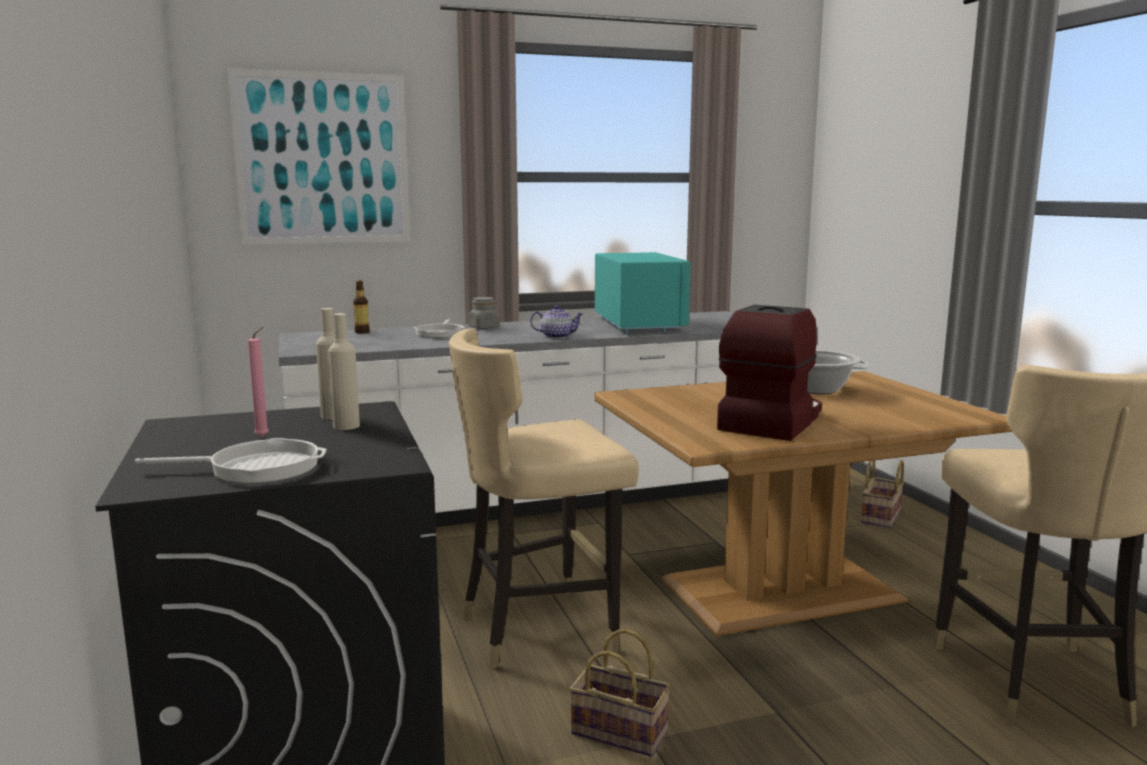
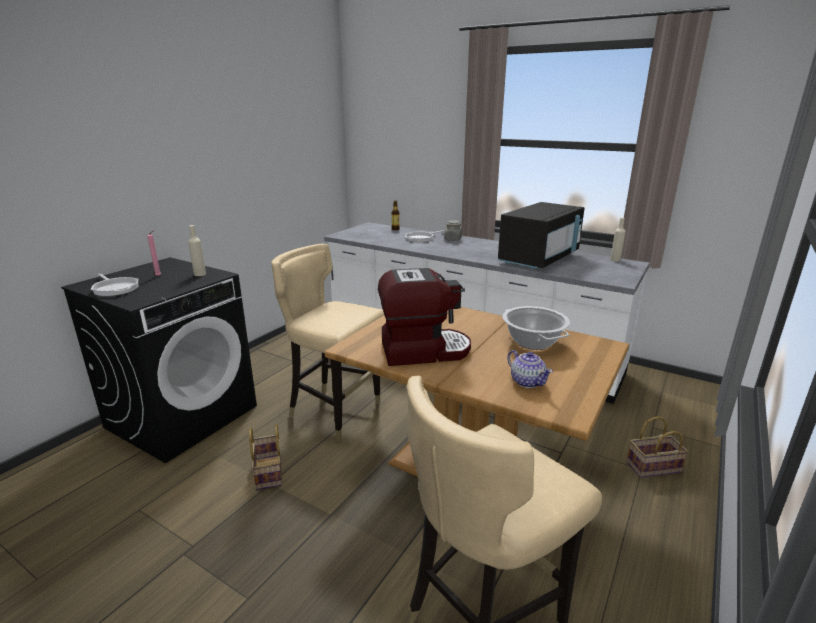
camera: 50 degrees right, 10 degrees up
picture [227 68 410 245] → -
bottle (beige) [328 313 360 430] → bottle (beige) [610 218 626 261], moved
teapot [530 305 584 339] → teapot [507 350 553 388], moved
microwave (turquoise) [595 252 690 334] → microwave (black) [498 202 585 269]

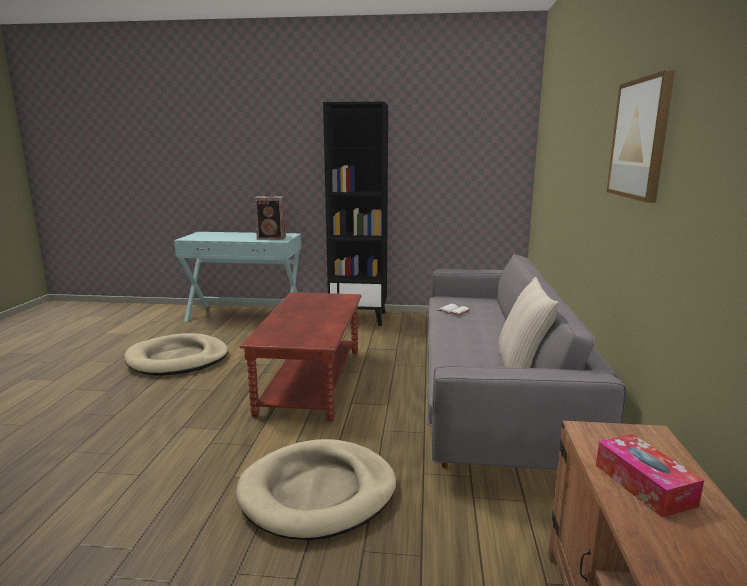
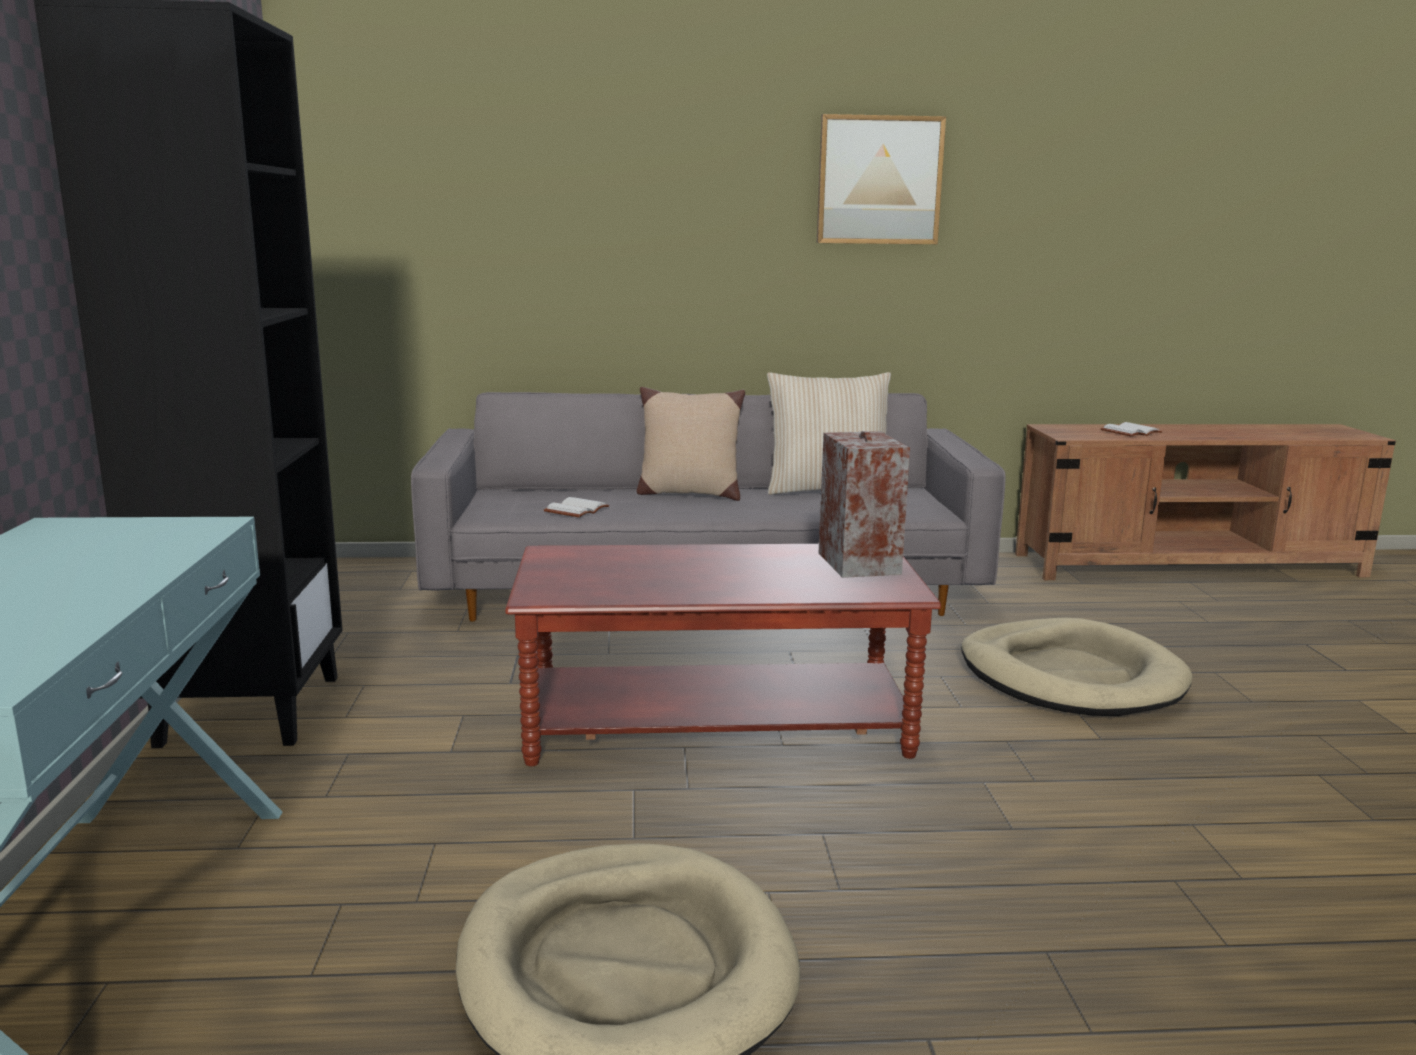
camera: 100 degrees left, 0 degrees up
- → pillow (beige) [637 387 745 501]
speaker [254 194 286 240] → speaker [819 431 910 578], moved
tissue box [596 434 704 518] → book (white) [1101 422 1162 437]

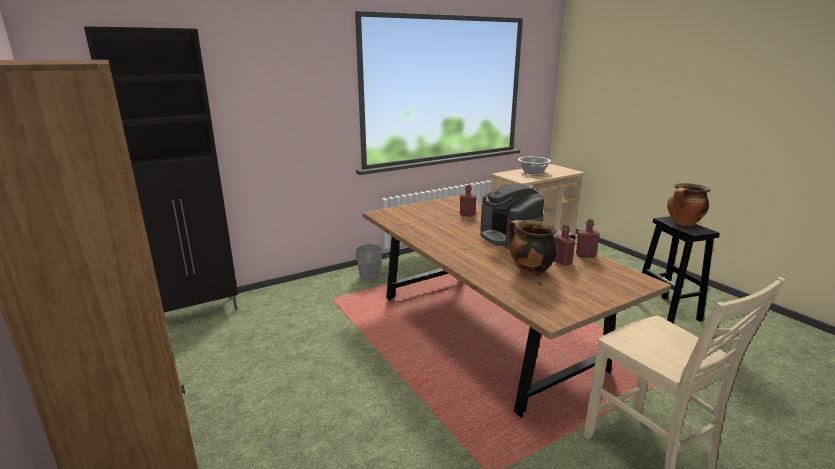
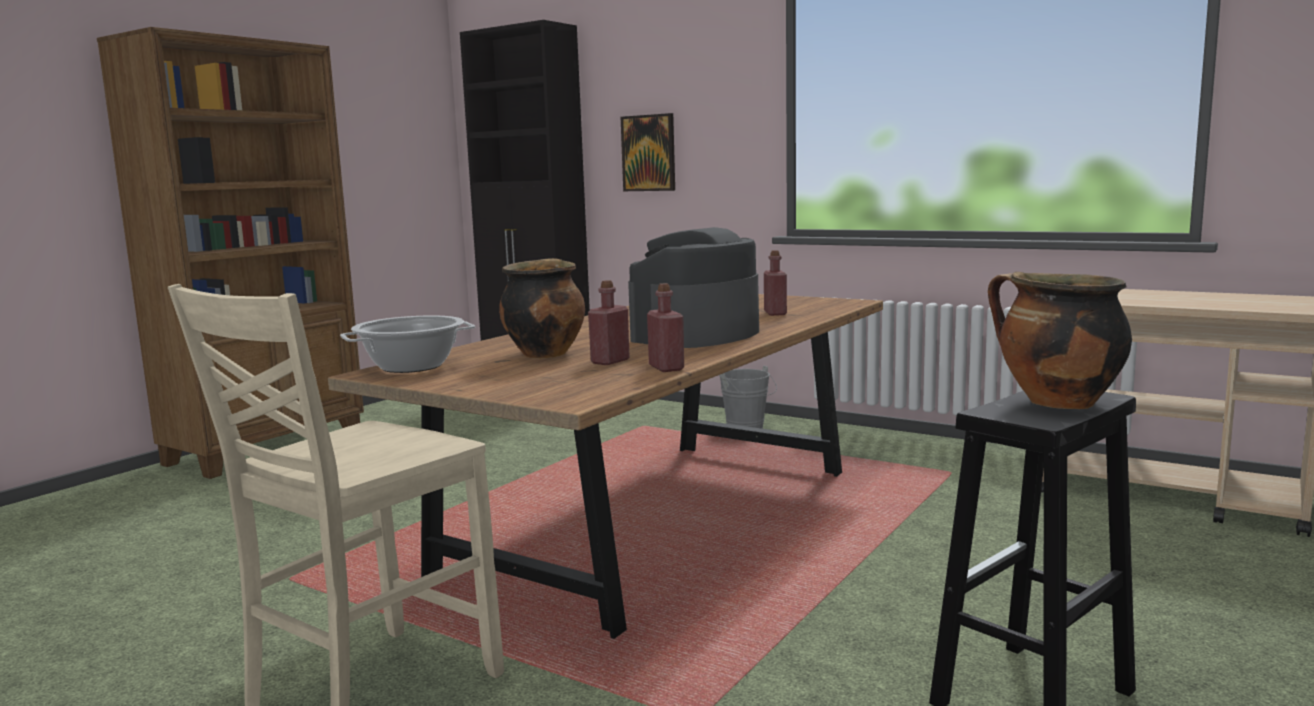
camera: 65 degrees right, 10 degrees down
- → picture [621 113 675 191]
cooking pot [518 157 551 175] → cooking pot [340 316 475 373], moved

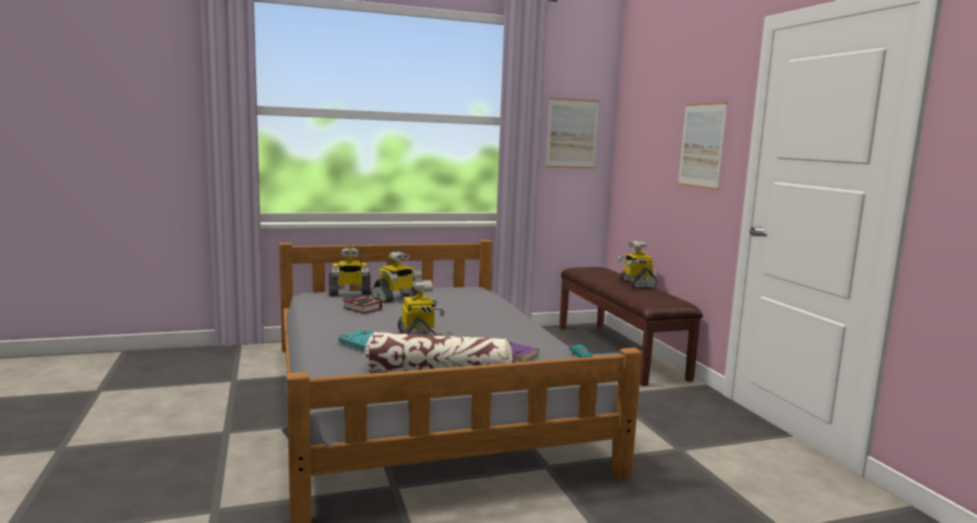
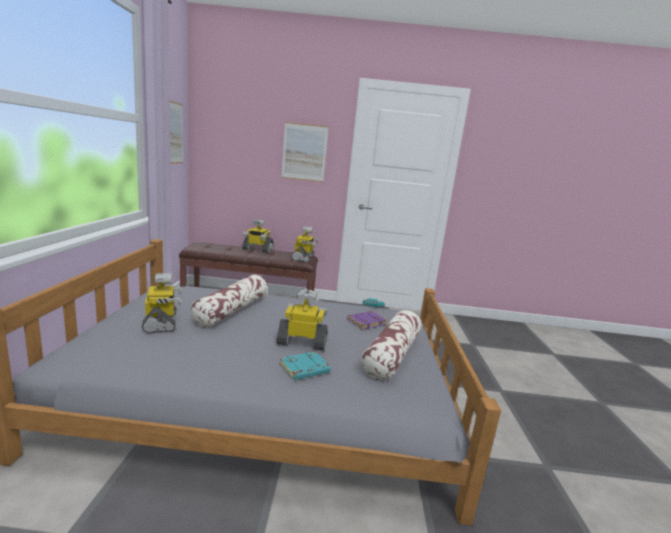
camera: 70 degrees left, 5 degrees up
book [343 296 382 314] → -
- → pillow [190 275 267 328]
toy robot [329 248 371 296] → toy robot [291 227 319 262], moved

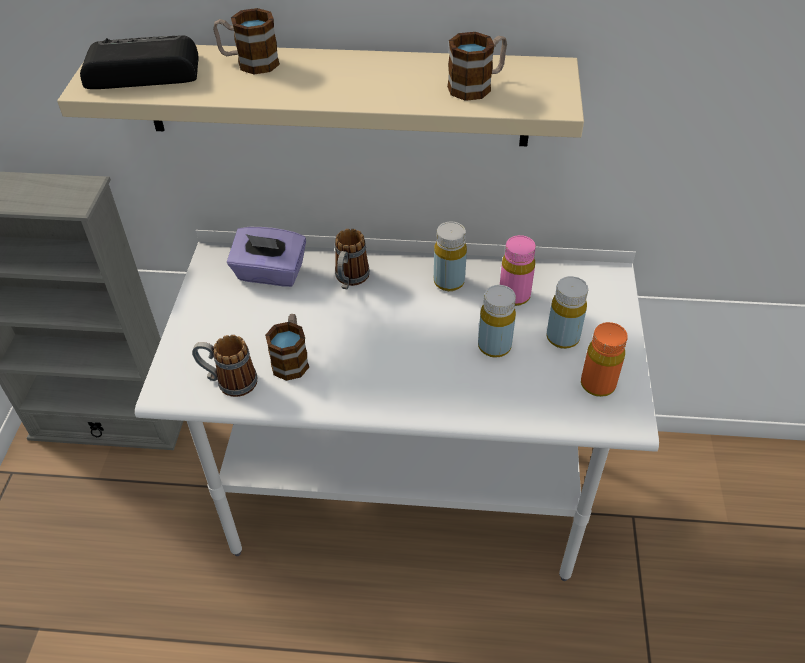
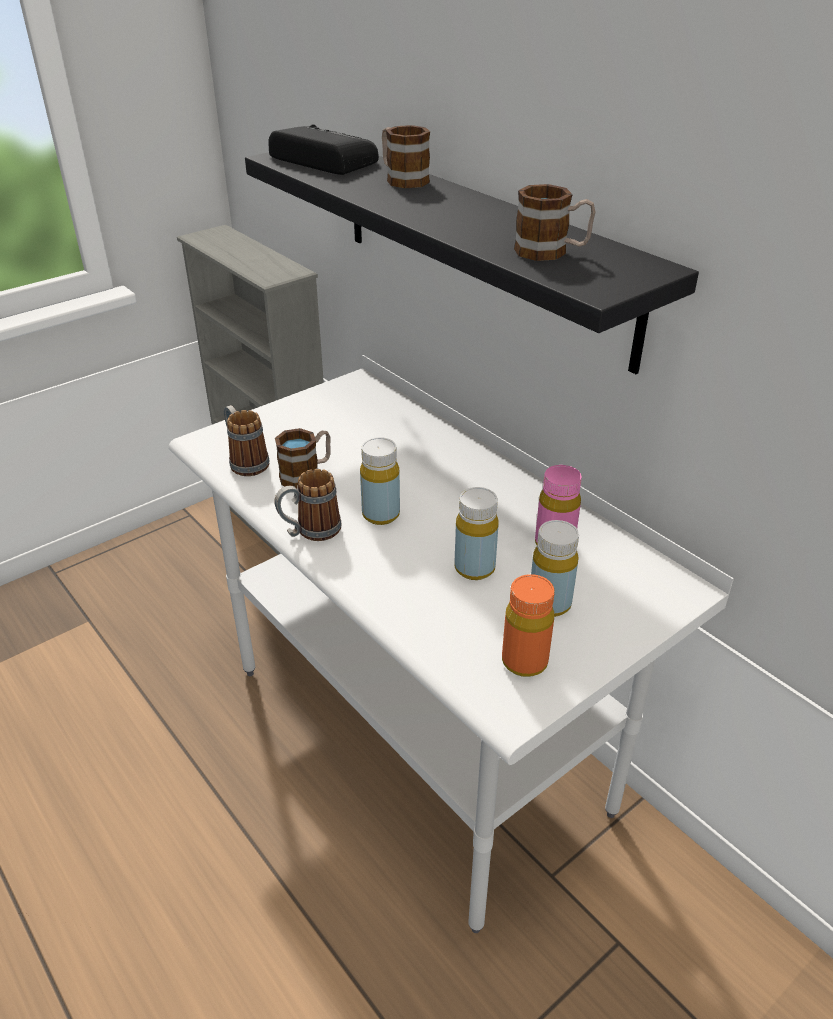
camera: 45 degrees right, 10 degrees down
tissue box (purple) [227 227 306 287] → -
mug [335 229 370 289] → mug [274 469 342 541], moved
bottle (yellow) [434 222 467 291] → bottle (yellow) [360 437 400 525], moved
shelf (beige) [57 45 584 146] → shelf (black) [245 152 699 374]

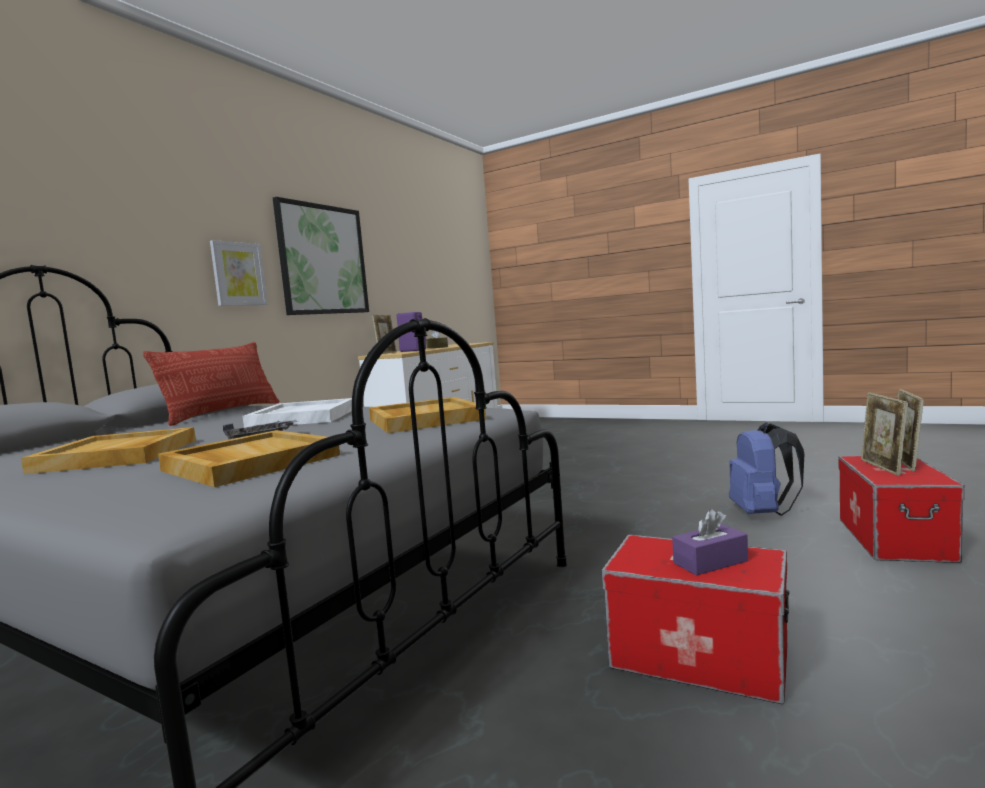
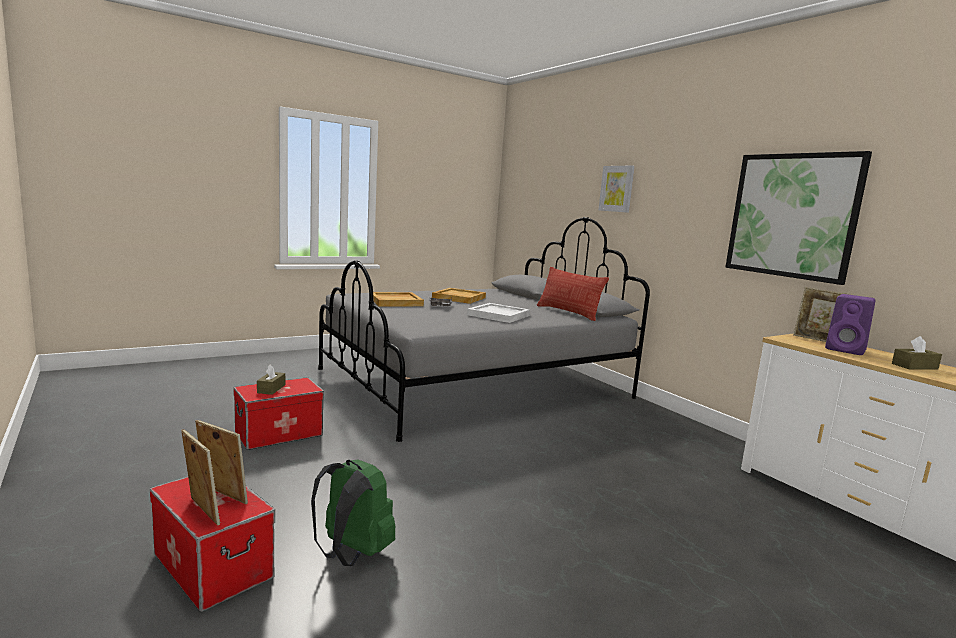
camera: 115 degrees right, 5 degrees up
tray (beige) [369 397 486 433] → -
picture [210 240 267 306] → picture [599 166 635 213], moved
tissue box (purple) [672 509 748 576] → tissue box (brown) [257 364 285 395]
backpack (blue) [729 422 804 516] → backpack (green) [311 460 395 566]

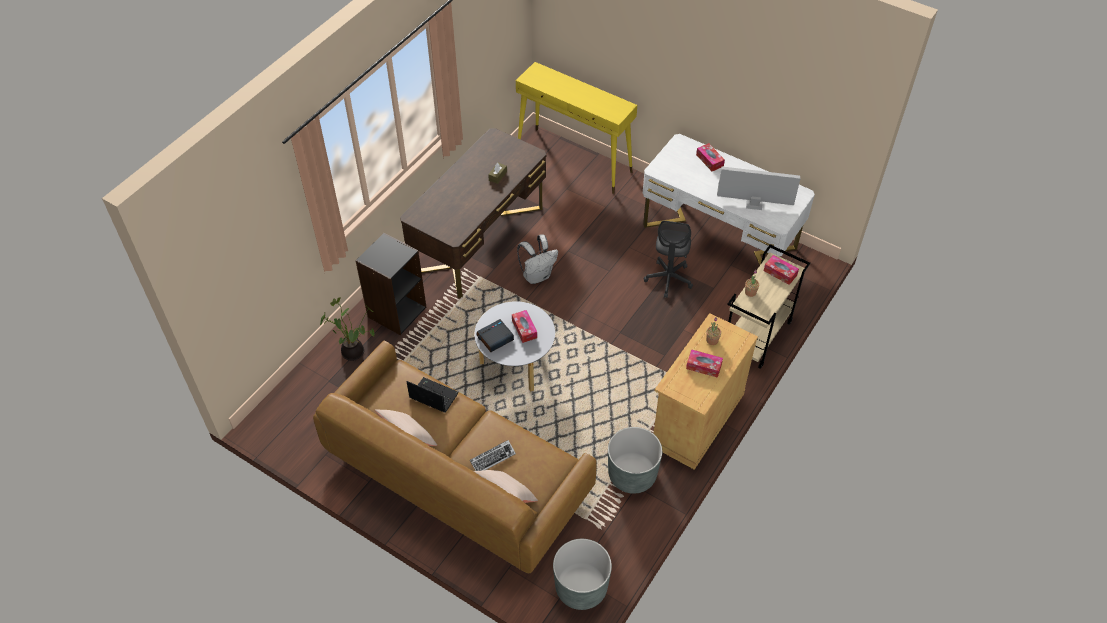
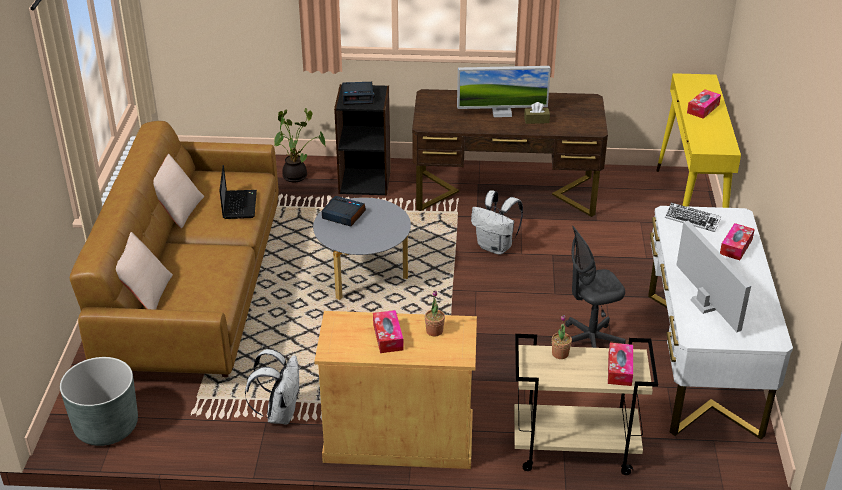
camera: 60 degrees right, 15 degrees down
- → alarm clock [342 82 375 105]
- → monitor [457 66 551 117]
keyboard [470 440 516 471] → keyboard [665 203 721 232], moved
tissue box [512 310 537 343] → tissue box [687 89 721 119], moved
planter (grey) [608 427 662 494] → backpack (white) [245 349 300 425]

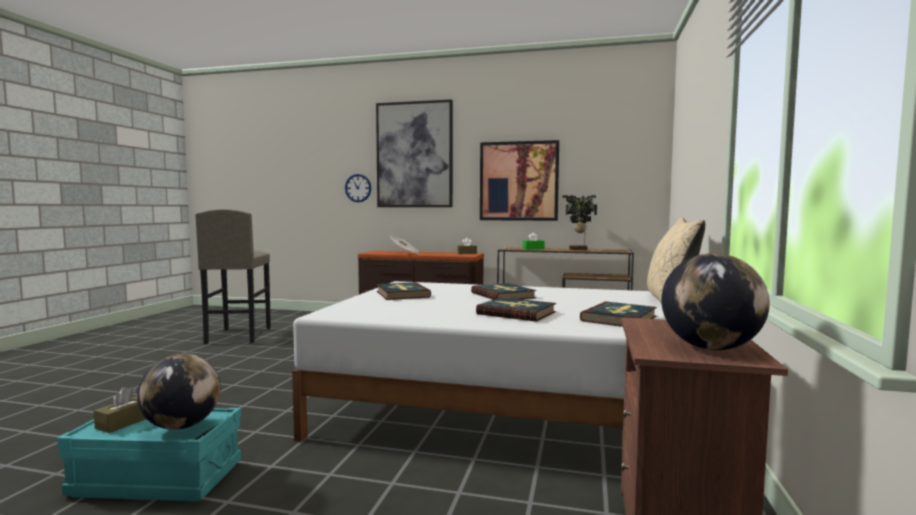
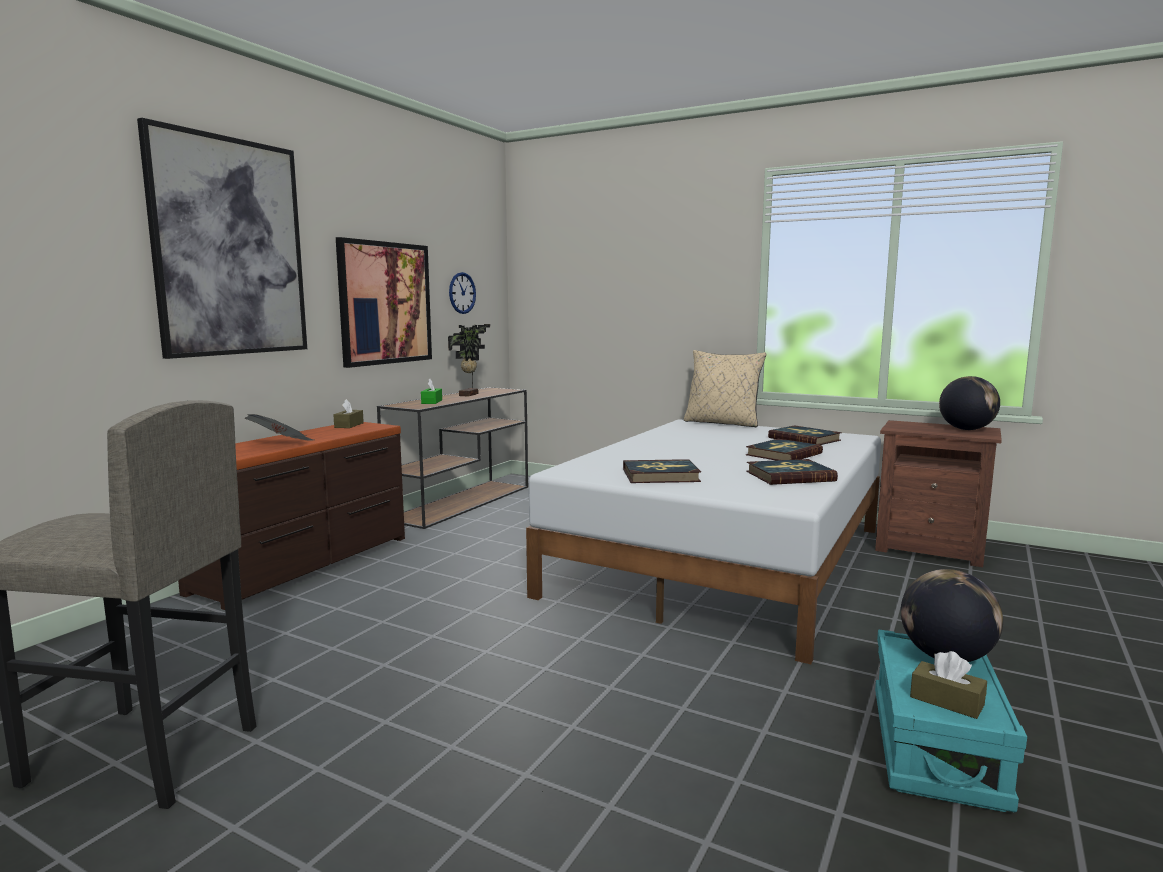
camera: 75 degrees left, 5 degrees up
wall clock [345 174 371 202] → wall clock [449 272 476 314], moved
book [471 283 537 300] → book [746 459 838 485], moved

